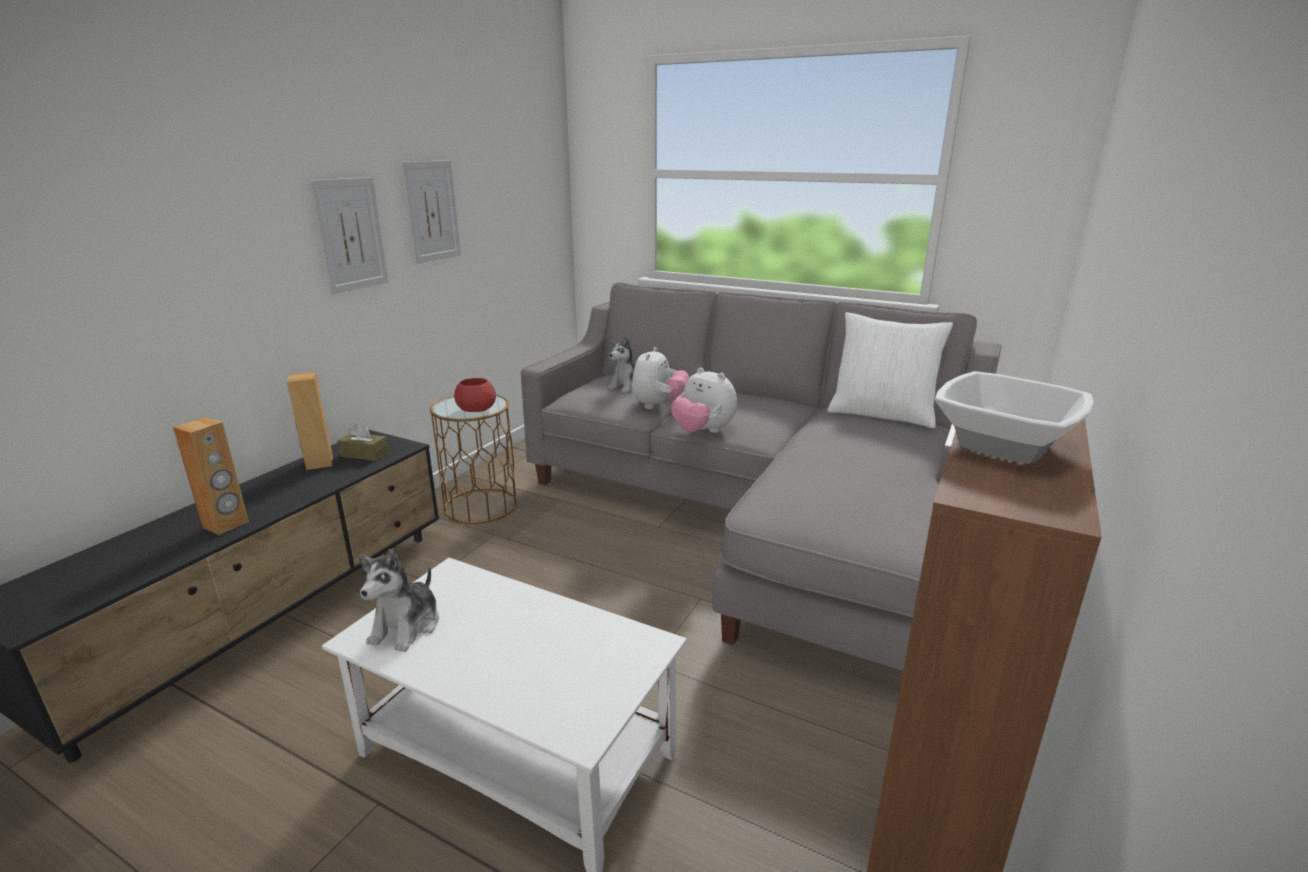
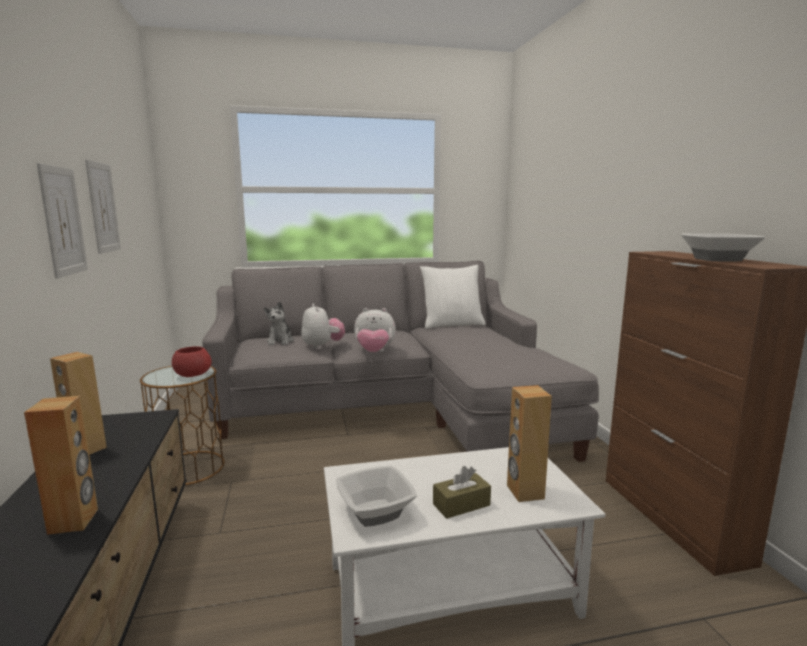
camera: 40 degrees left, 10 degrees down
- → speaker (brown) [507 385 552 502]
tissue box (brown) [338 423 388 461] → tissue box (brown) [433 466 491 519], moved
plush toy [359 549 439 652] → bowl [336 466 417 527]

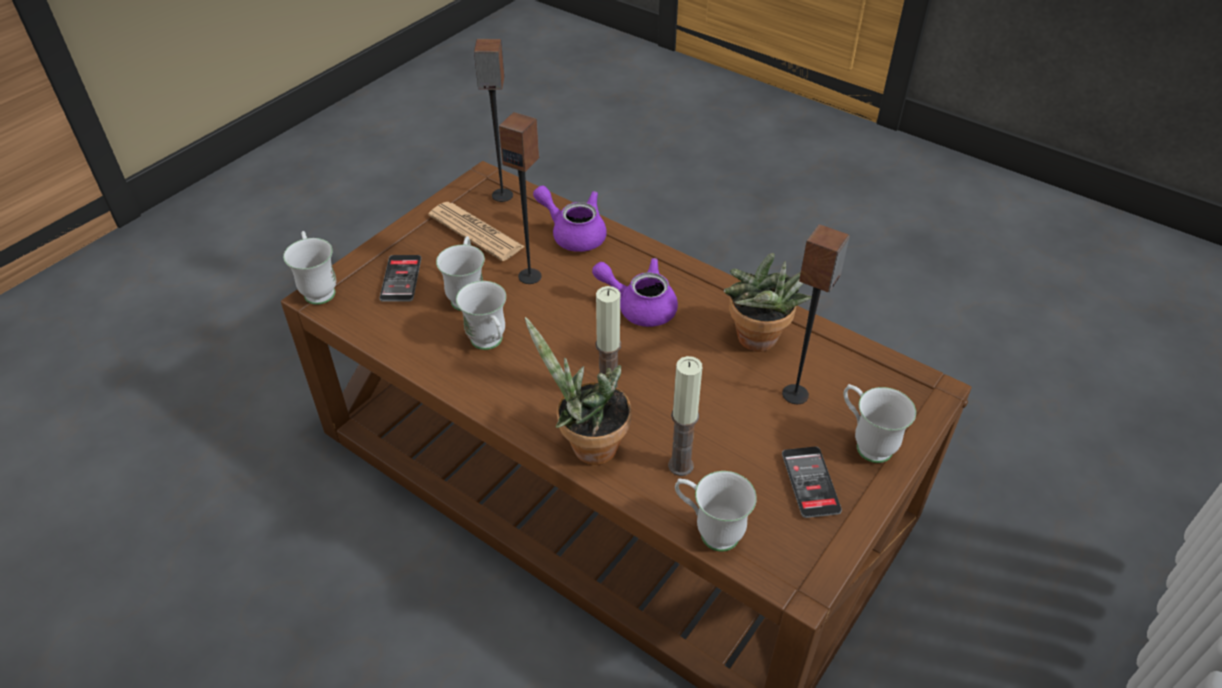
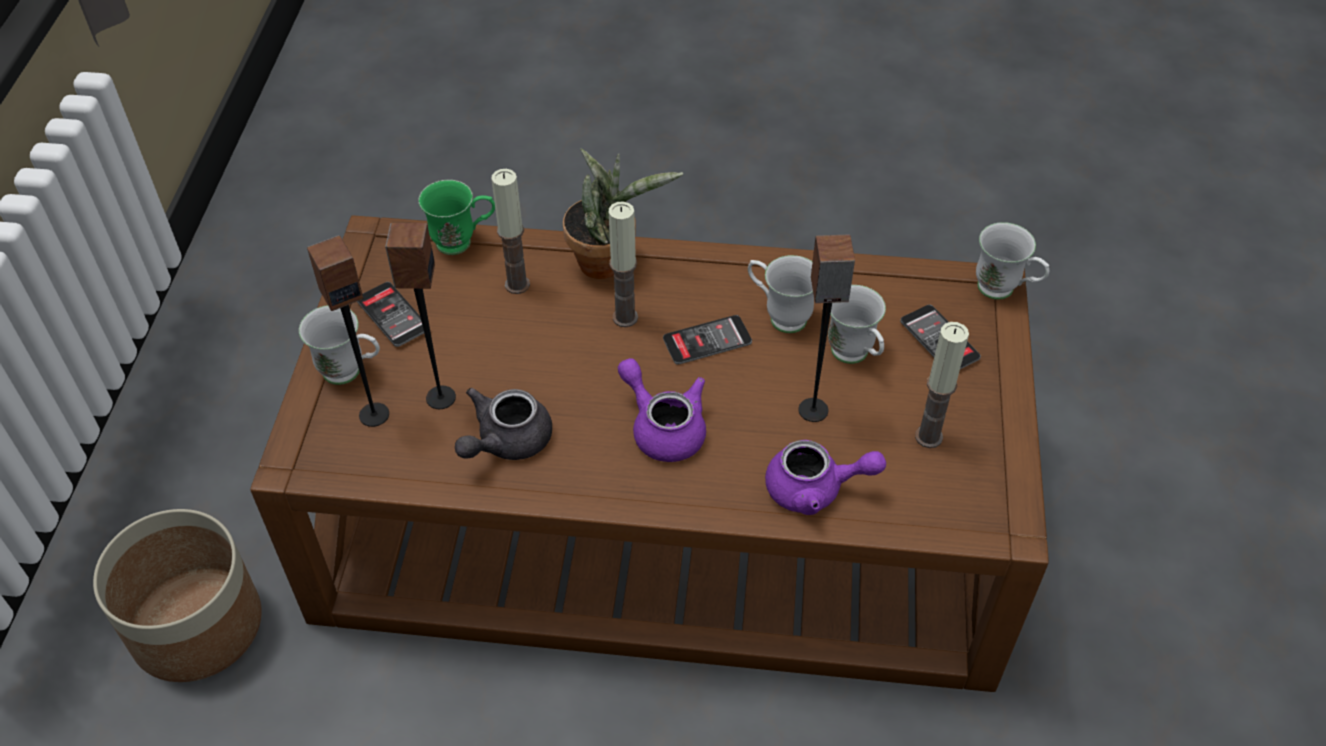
camera: 150 degrees right, 5 degrees up
- → planter [93 509 262 682]
- → phone [663 315 752 365]
speaker [474 39 513 202] → speaker [307 235 389 427], moved
newspaper [428 202 525 261] → candle [915 322 969 448]
potted plant [724 253 812 352] → teapot (grey) [455 388 552 460]
mug (white) [675 471 757 551] → mug (green) [418 180 495 255]
teapot (purple) [592 258 678 327] → teapot (purple) [618 358 706 462], 120 degrees counterclockwise

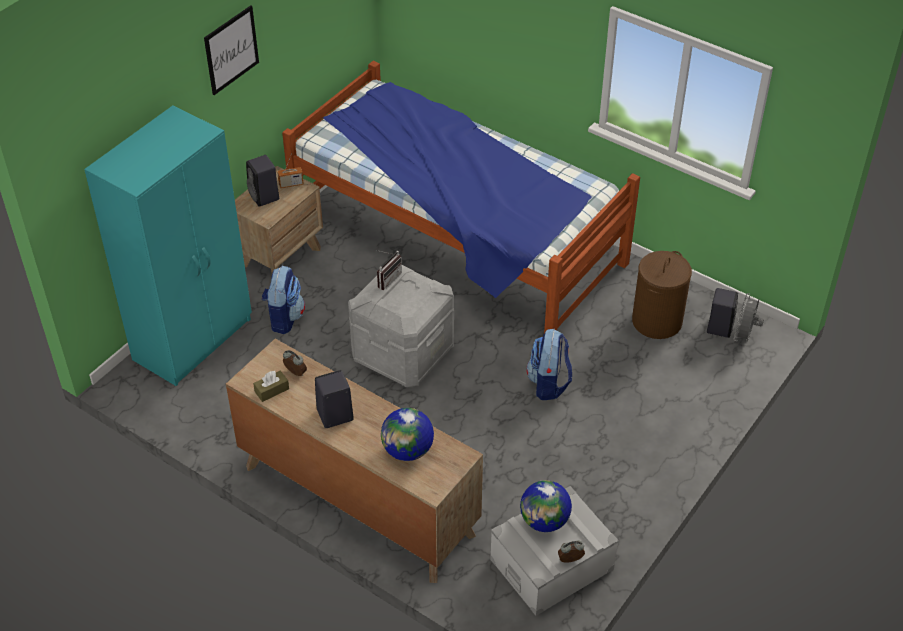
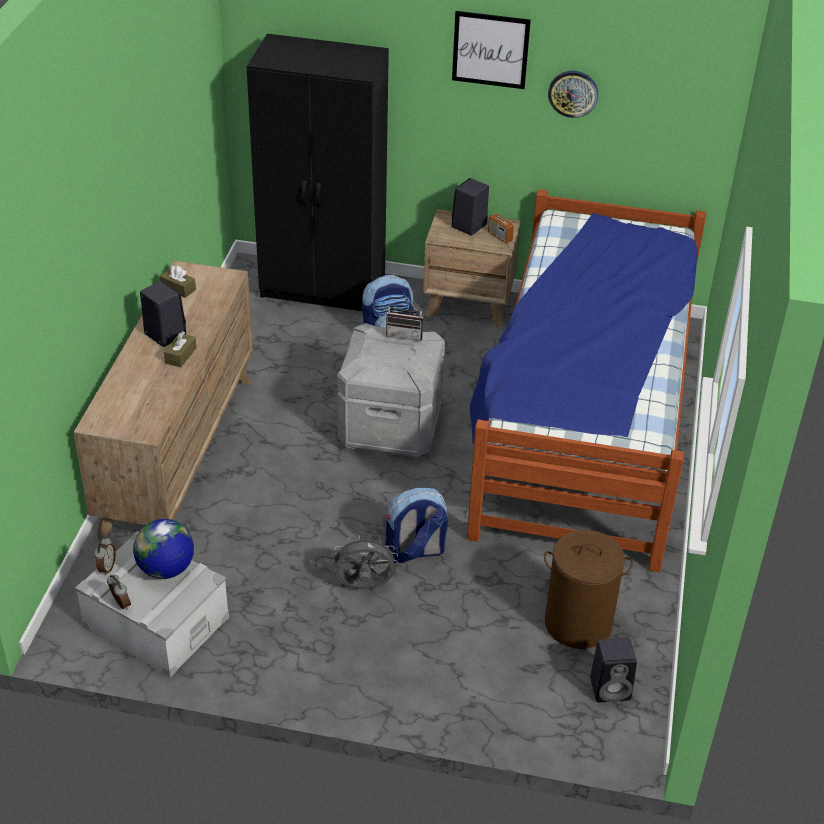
camera: 65 degrees right, 5 degrees down
globe [381 408 434 461] → -
- → tissue box (brown) [164 331 196 367]
- → wall clock [548 71 598 118]
alarm clock [283 350 307 376] → alarm clock [94 536 115 575], moved
fan (grey) [734 293 764 341] → fan (grey) [331 535 398 589], moved
wardrobe (turquoise) [84 105 252 386] → wardrobe (black) [246 34 389 311]

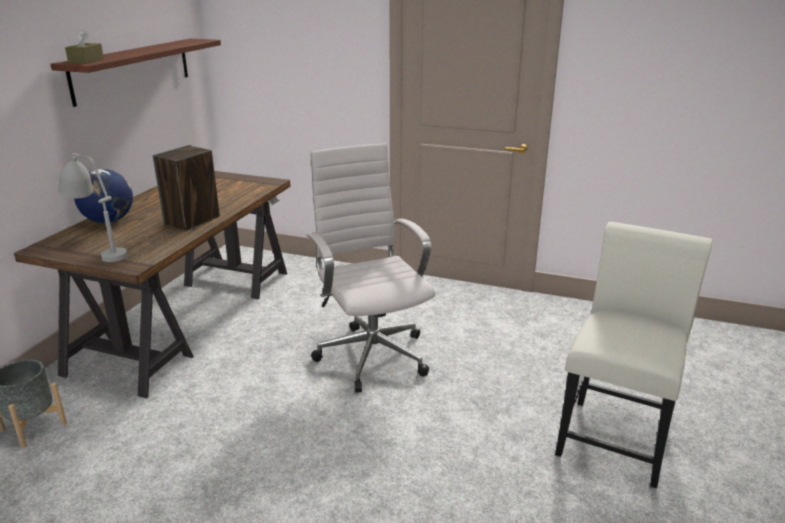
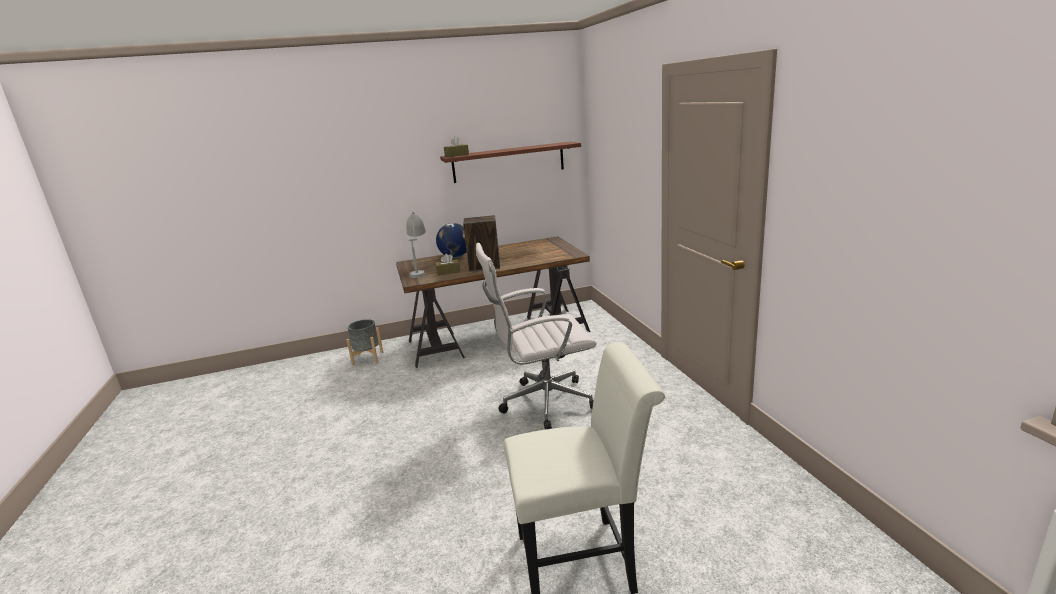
camera: 55 degrees right, 5 degrees down
- → tissue box (brown) [435 254 460 275]
office chair (white) [307 143 435 392] → office chair (white) [476 243 597 430], 135 degrees counterclockwise

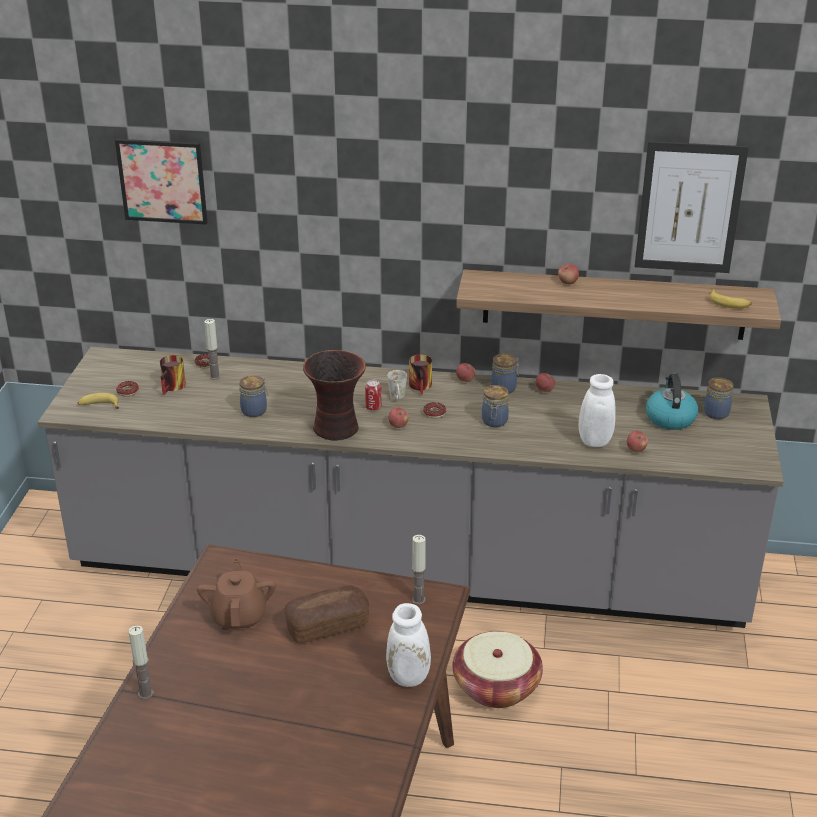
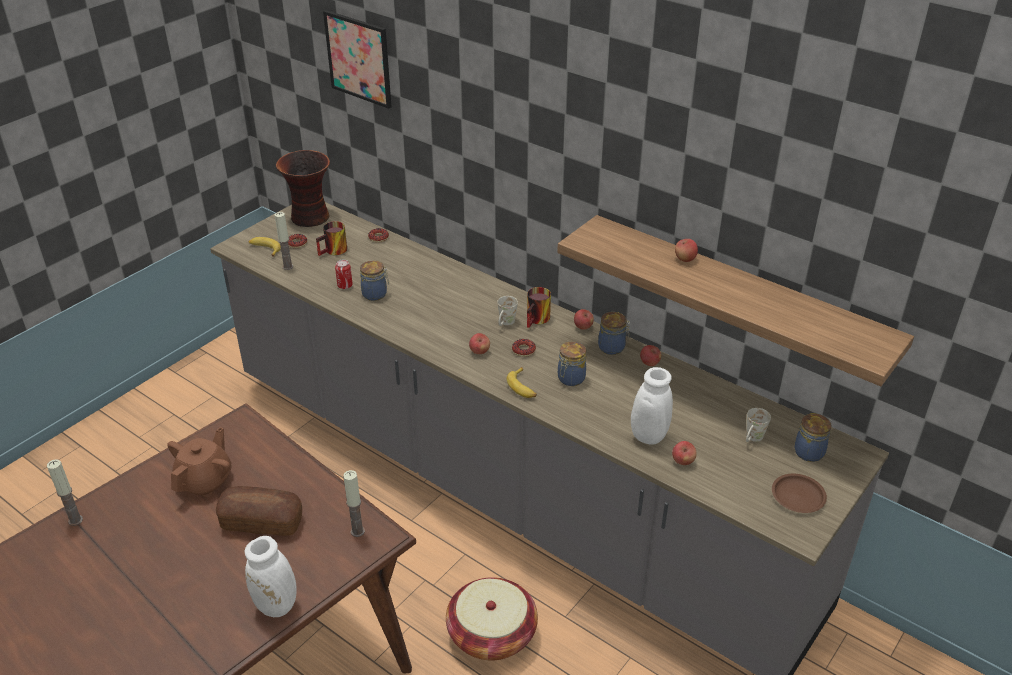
camera: 30 degrees right, 5 degrees up
picture [635 141 749 273] → -
- → plate (brown) [772 474 827 513]
candle [204 319 221 380] → candle [274 212 293 270], moved
vase [303 350 366 441] → vase [276 150 330 227], moved
can [365 380 382 411] → can [335 260 353 289], moved
banana [709 289 752 309] → banana [507 367 537 398], moved
kettle [646 373 698 430] → mug (white) [746 408 771 442]

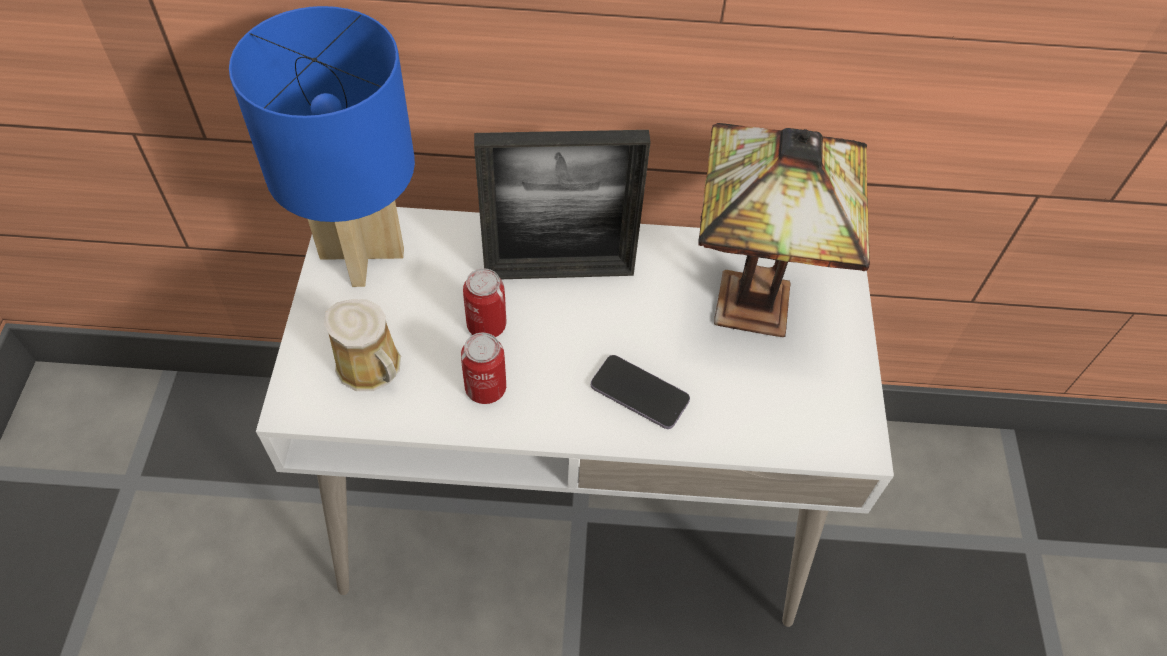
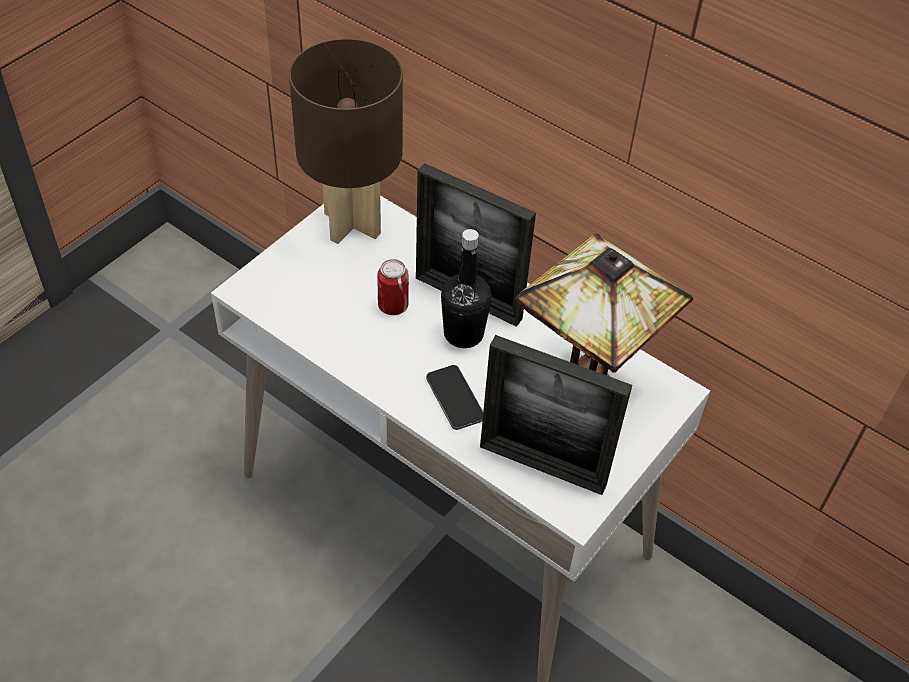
camera: 35 degrees right, 5 degrees down
mug [324 299 401 391] → -
can [461 333 506 404] → -
- → bottle (black) [441 229 492 348]
- → picture frame [480 335 632 495]
table lamp (blue) [229 6 415 287] → table lamp (brown) [289 38 403 244]

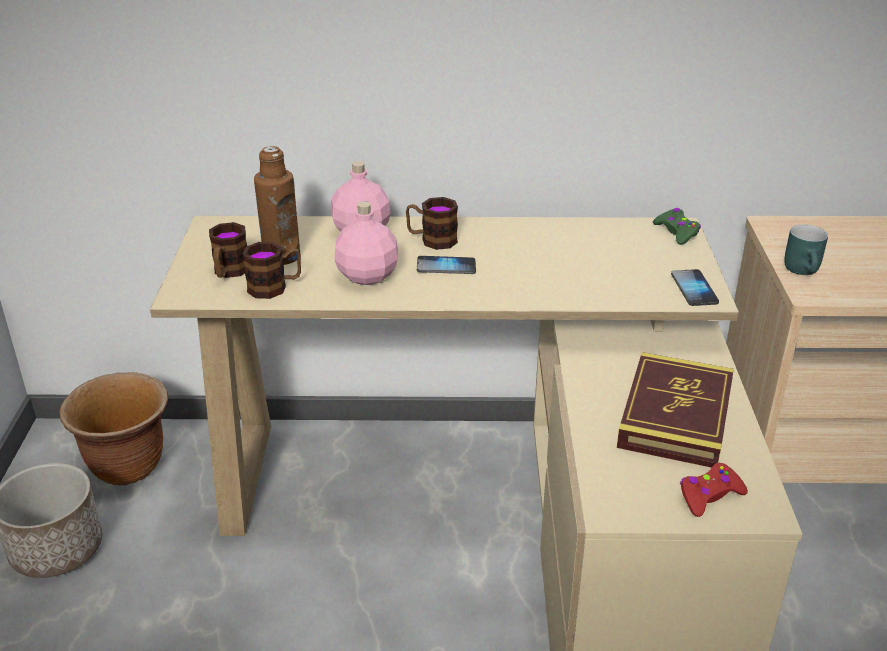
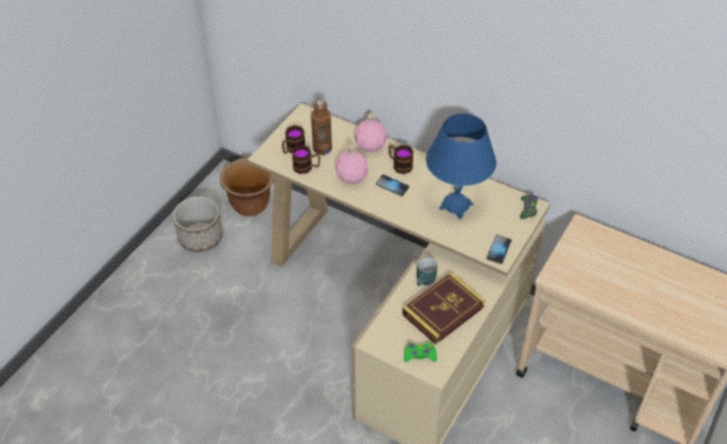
camera: 30 degrees right, 15 degrees up
- → table lamp (blue) [426 113 497 219]
mug (turquoise) [784 225 828 275] → mug (turquoise) [417 257 437 286], moved
game controller (red) [680 463 748 517] → game controller (green) [404 343 437 362]

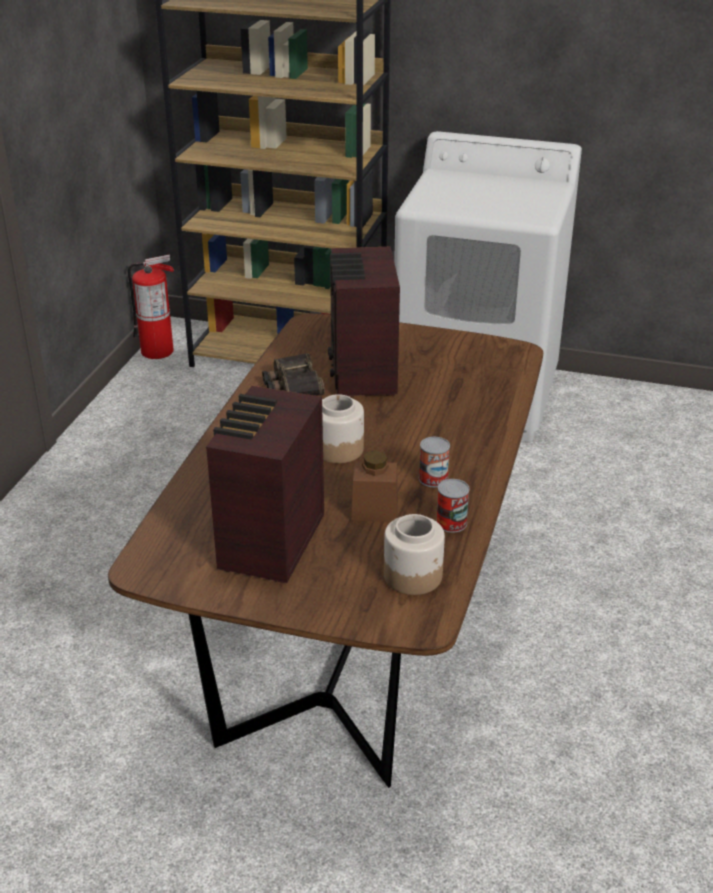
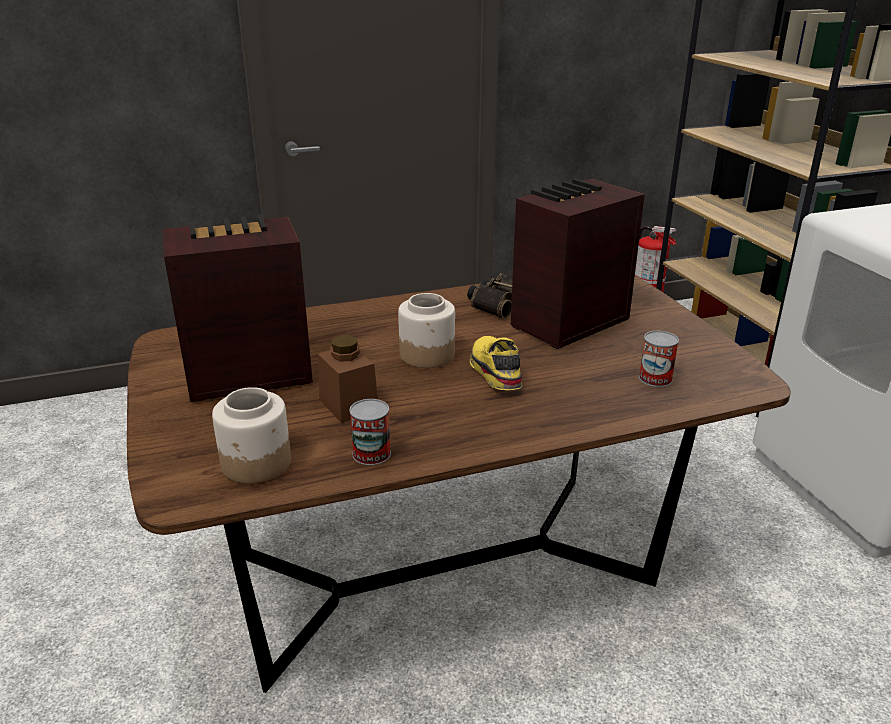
camera: 55 degrees right, 5 degrees down
- → shoe (yellow) [470 336 522 390]
can [419 437 450 487] → can [639 331 679 387], moved

